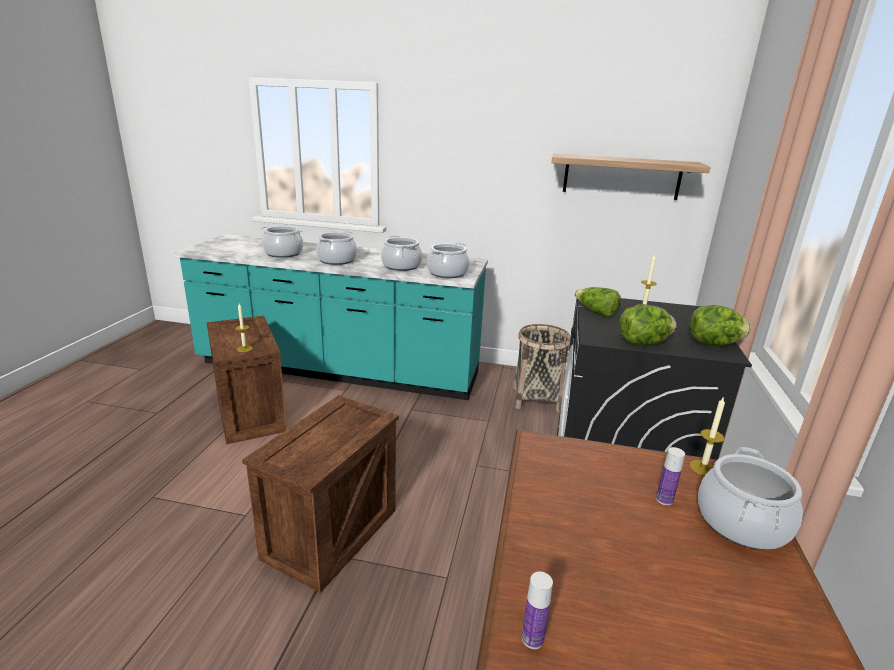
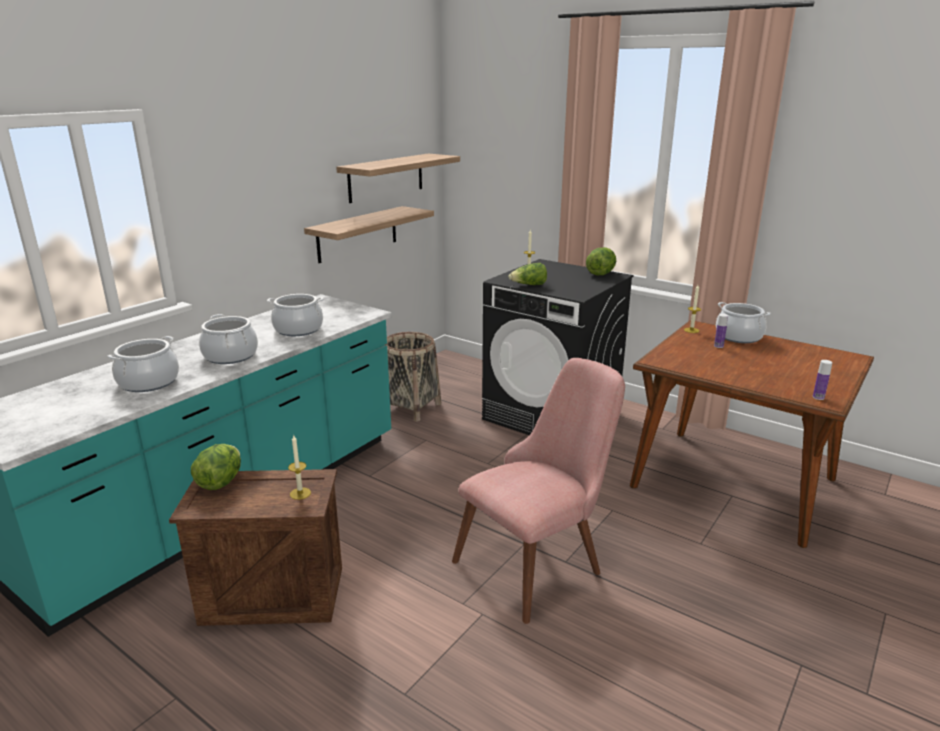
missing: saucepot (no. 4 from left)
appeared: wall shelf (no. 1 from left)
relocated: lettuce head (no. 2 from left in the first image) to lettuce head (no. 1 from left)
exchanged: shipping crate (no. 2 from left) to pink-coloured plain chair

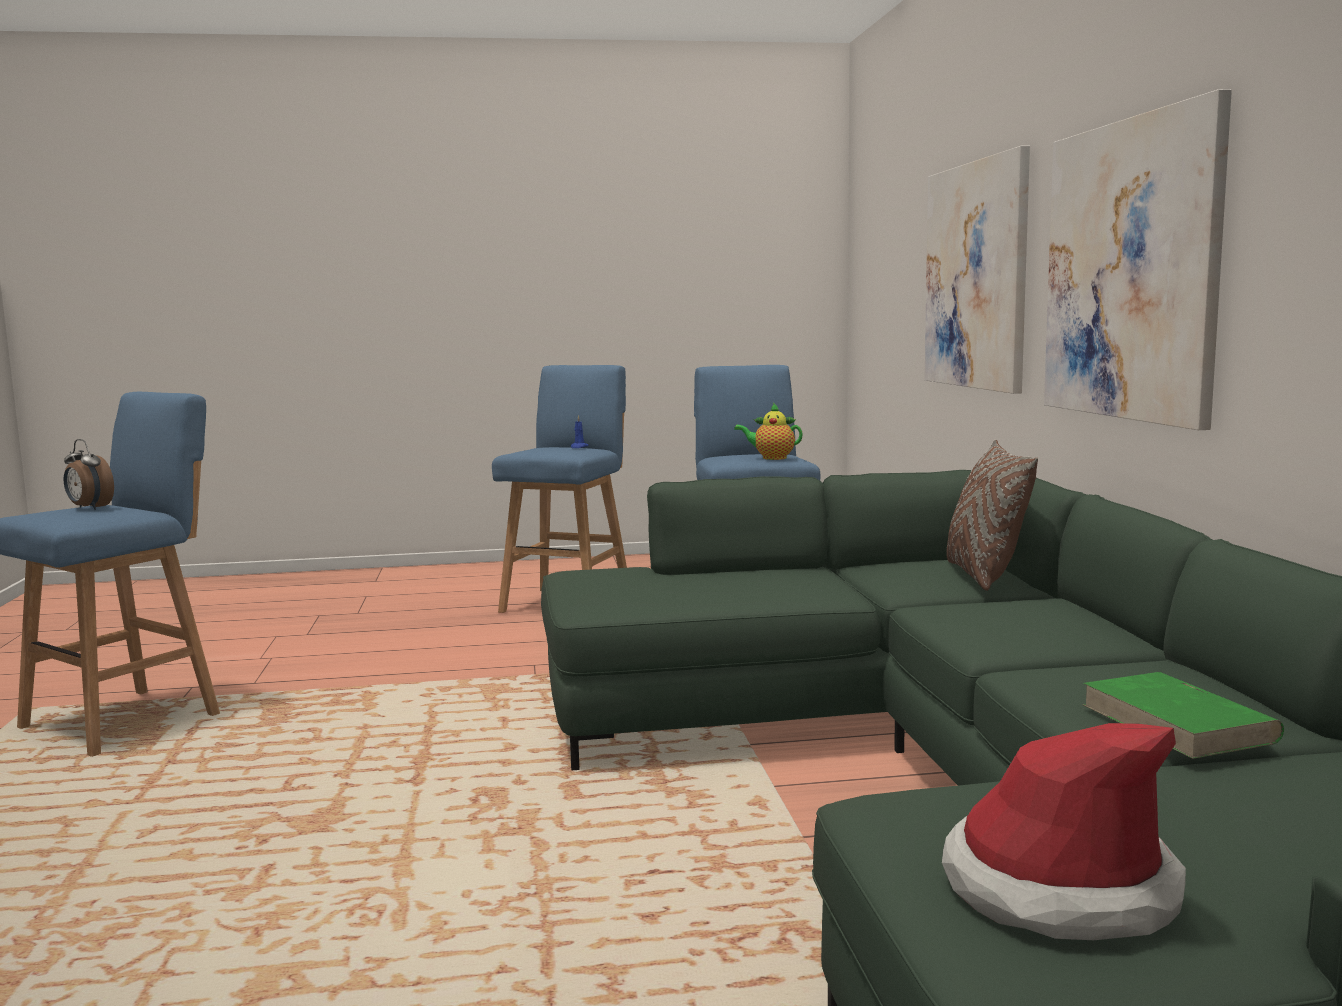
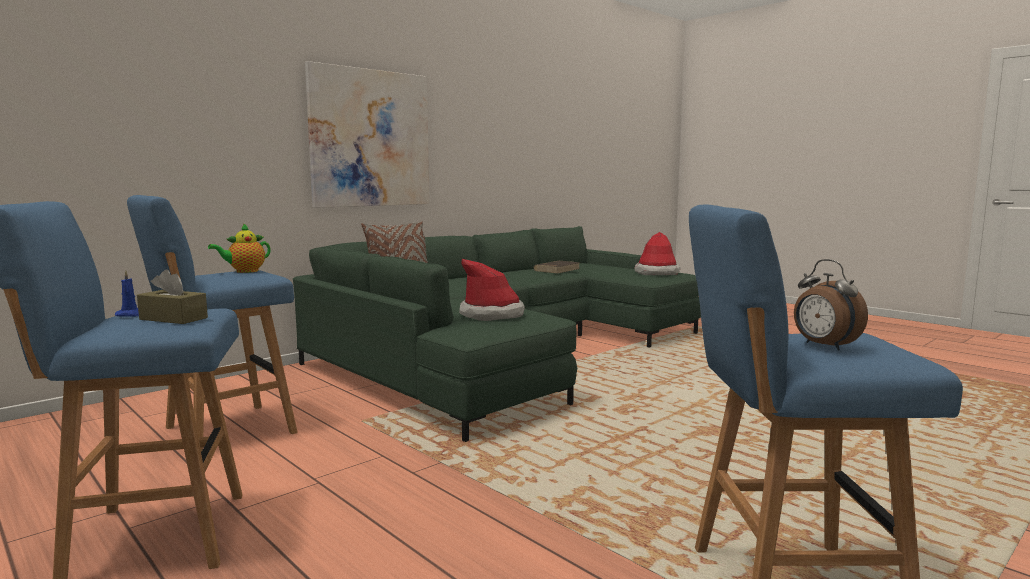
missing: wall picture (no. 1 from left)
appeared: brown-coloured tissue box; hat (no. 1 from left)
colour: greenish volume to brown-coloured volume
spun: tea pot 75 degrees clockwise; table clock 150 degrees clockwise

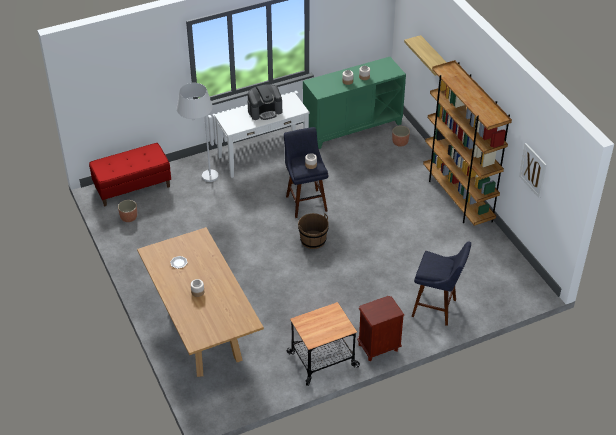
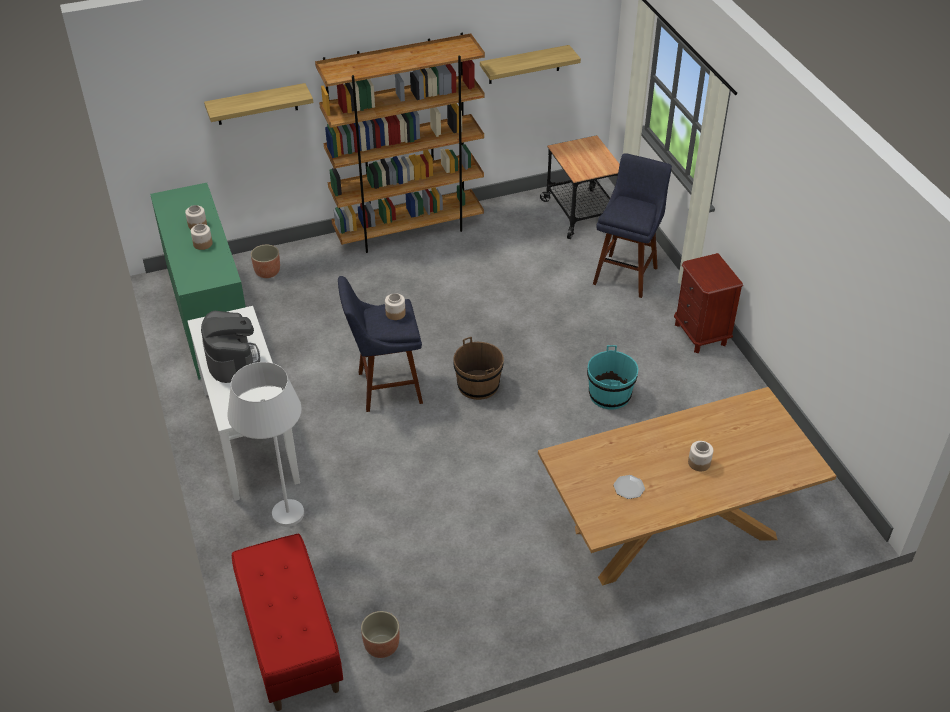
appeared: turquoise-coloured bucket
relocated: trolley
exchanged: wall picture to wall shelf (no. 2 from left)

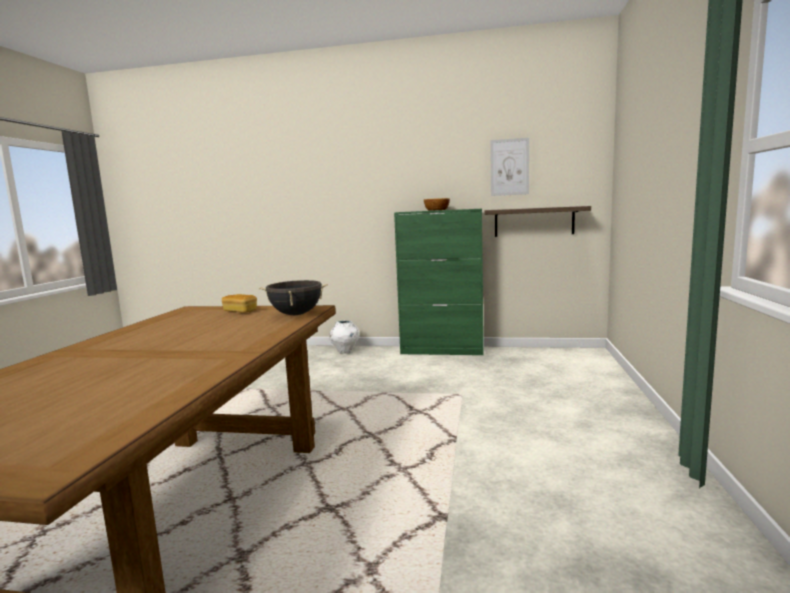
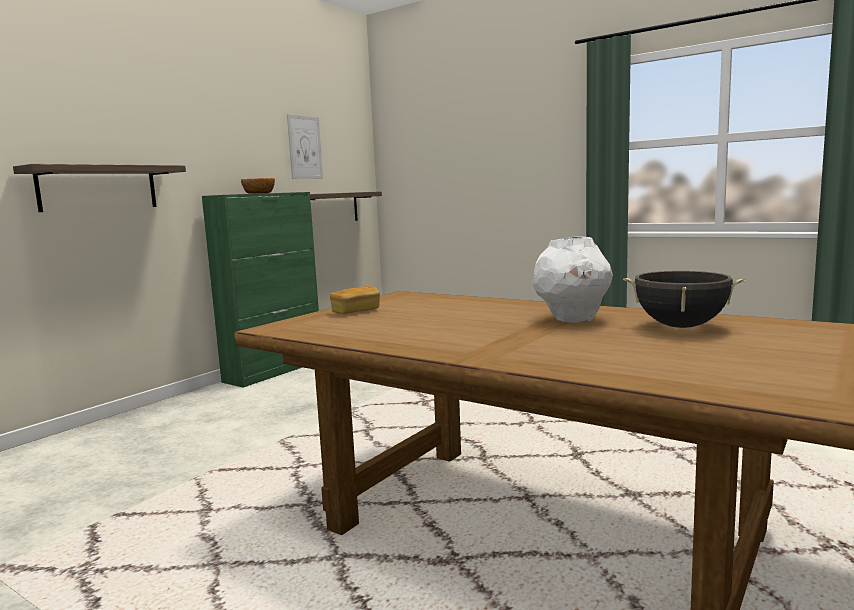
appeared: wall shelf (no. 1 from left)
relocated: whitish decorative vase; black-coloured saucepot

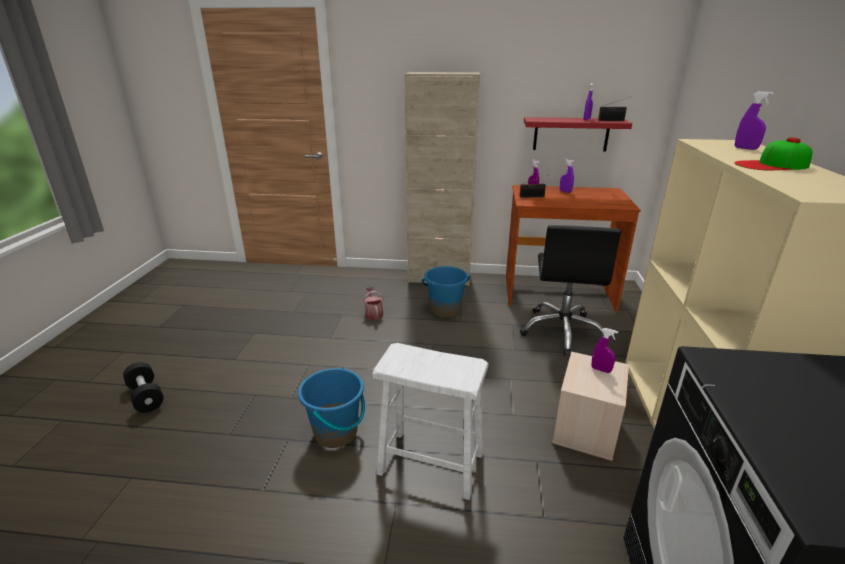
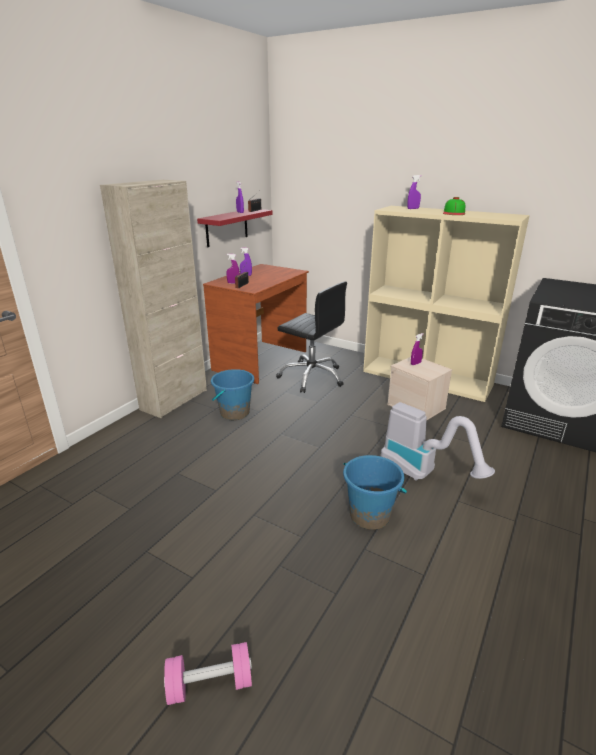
missing: watering pot
exchanged: whitish sitting stool to hoover
colour: black-coloured free weight to pink-coloured free weight

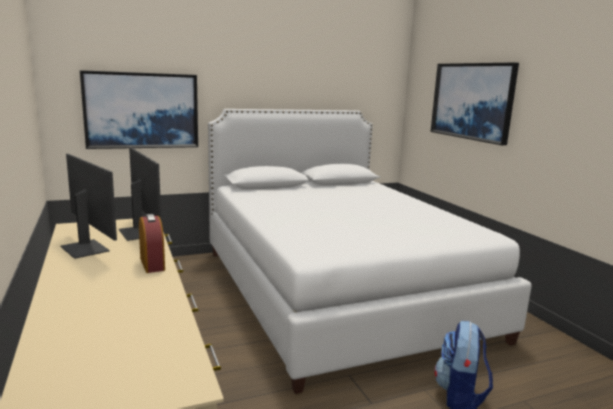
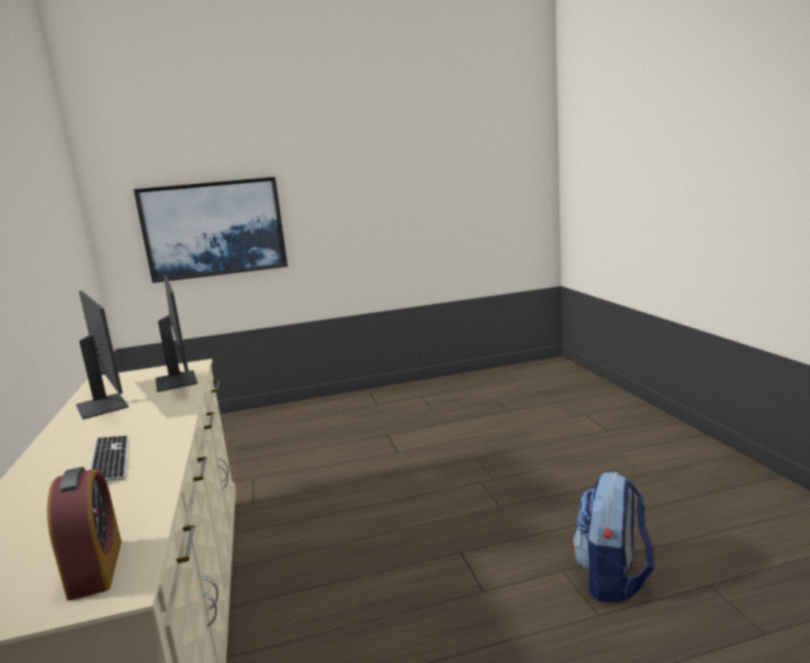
missing: whitish bed; wall picture (no. 2 from left)
appeared: keyboard
relocated: table clock

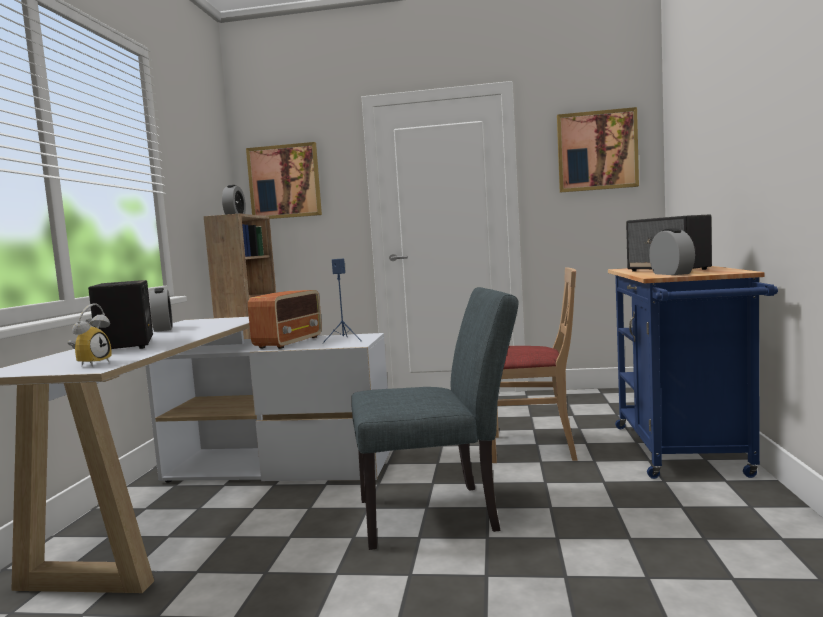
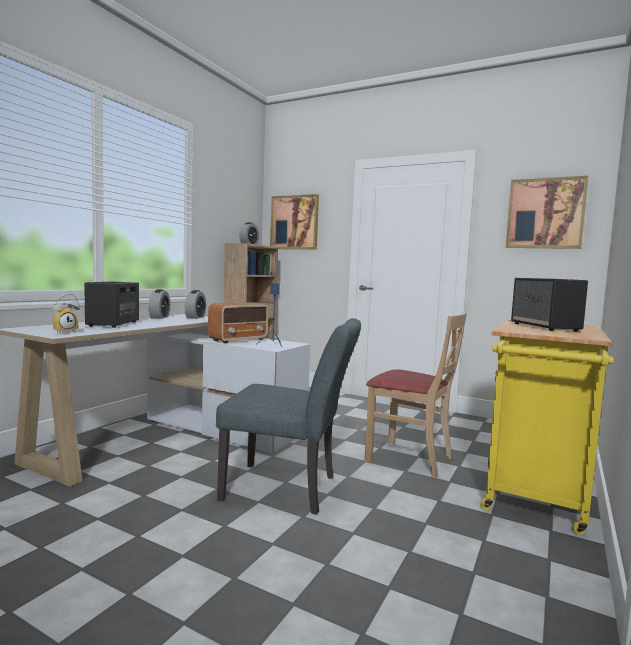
relocated: table clock (no. 4 from left in the first image) to table clock (no. 3 from left)
colour: bluish trolley to yellowish trolley

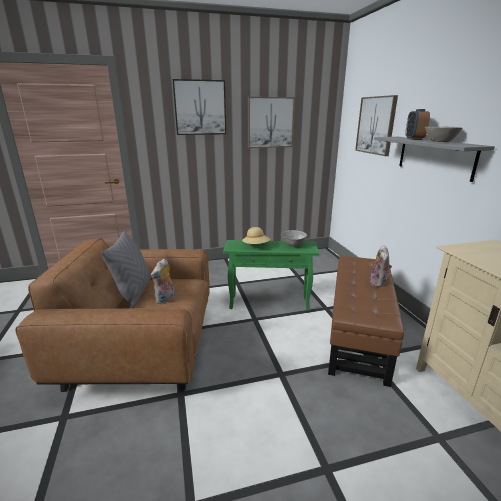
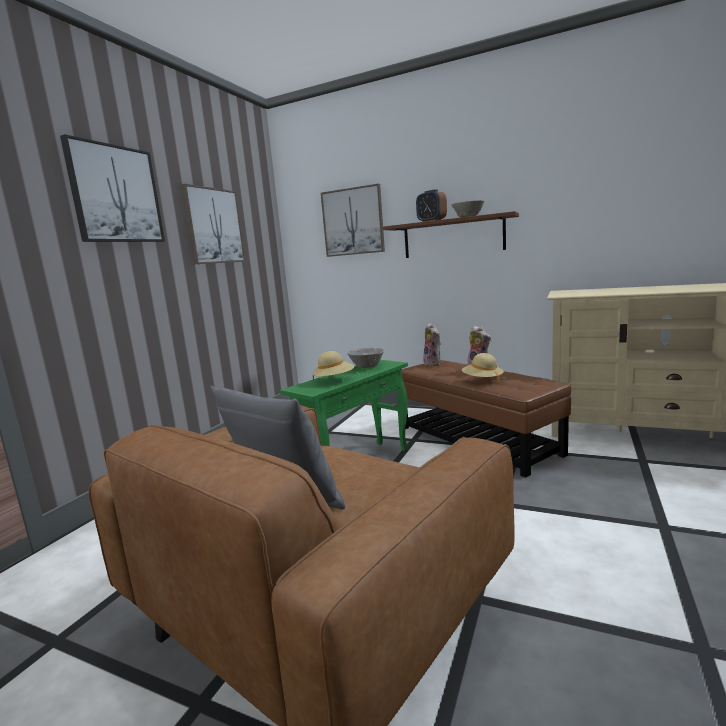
appeared: beige hat (no. 2 from left)
relocated: soft toy (no. 1 from left)
colour: grey wall shelf to brown-coloured wall shelf

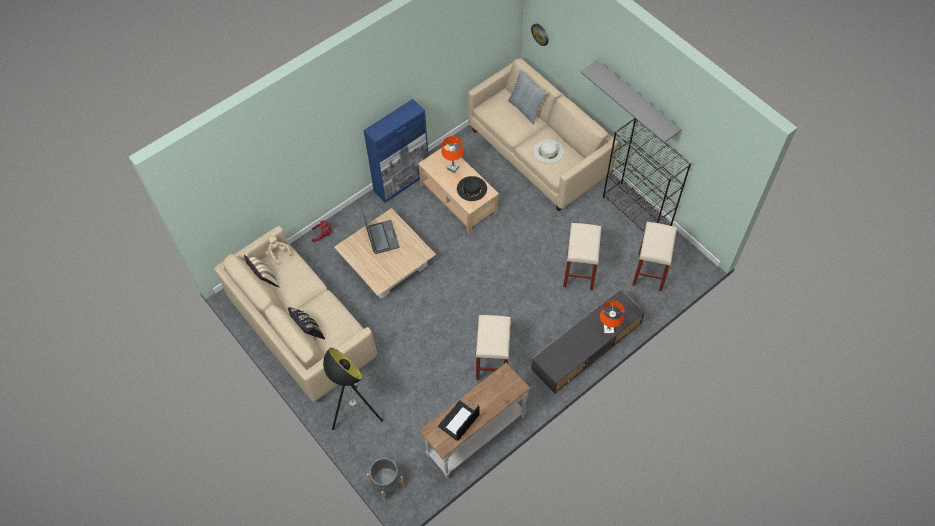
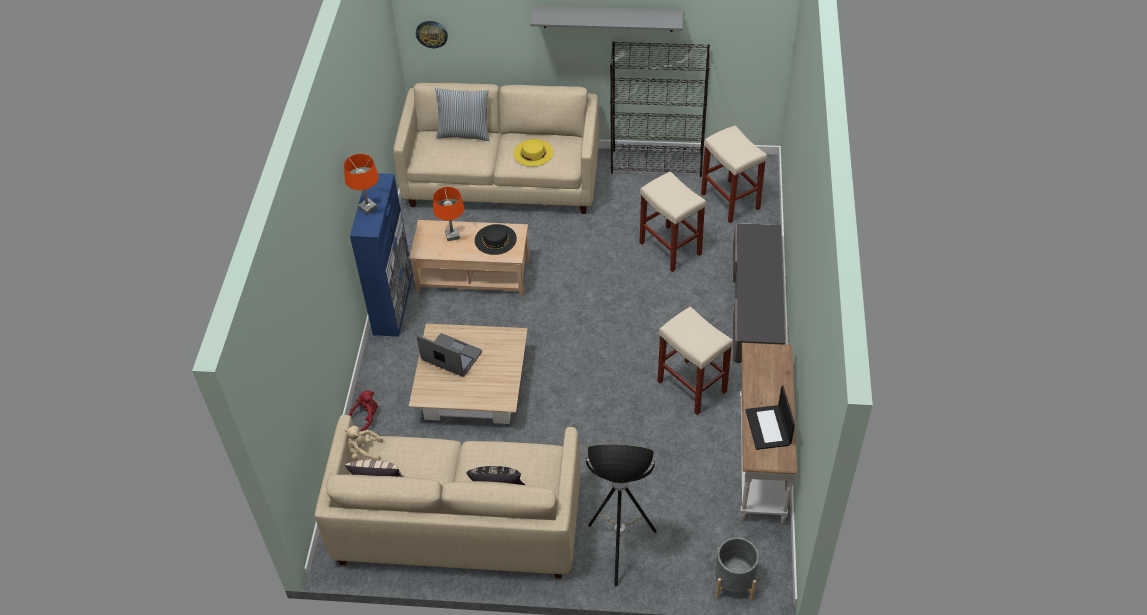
relocated: orange lamp for a table (no. 2 from left in the first image) to orange lamp for a table (no. 1 from left)
colour: whitish hat to yellowish hat

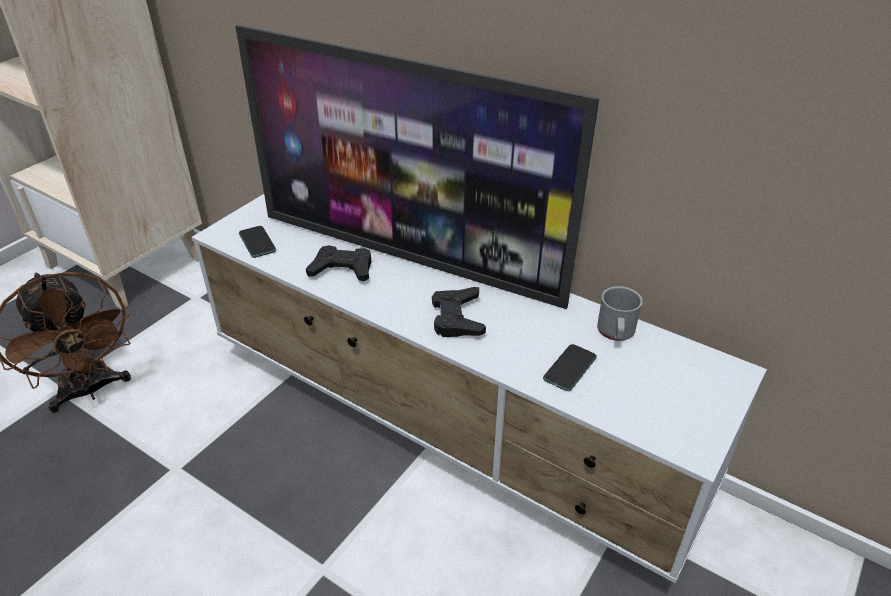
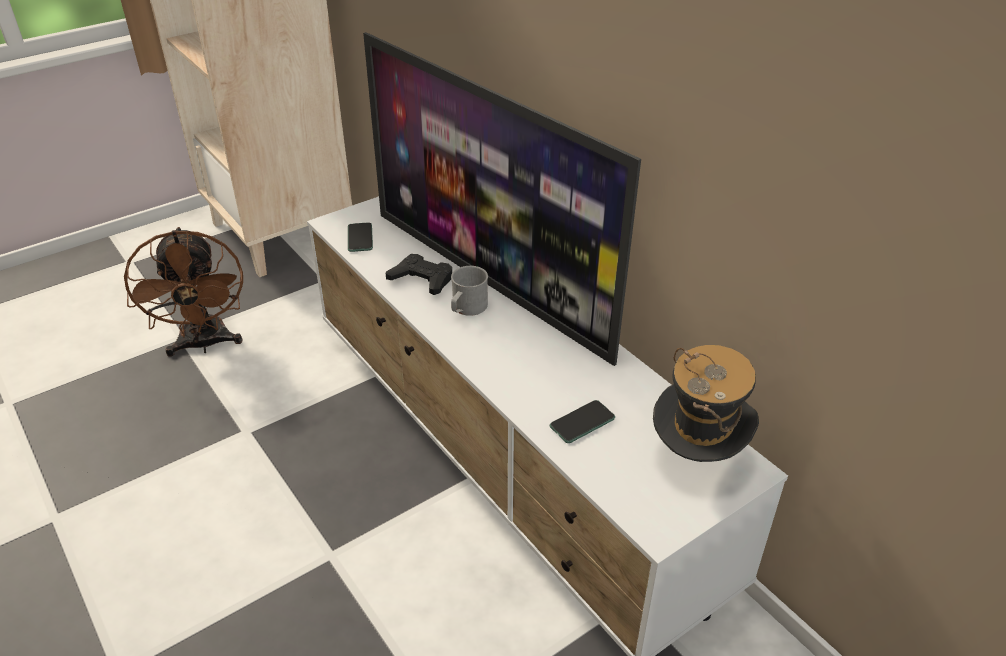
missing: black-coloured gamepad (no. 2 from left)
appeared: hat
relocated: grey coffee mug

